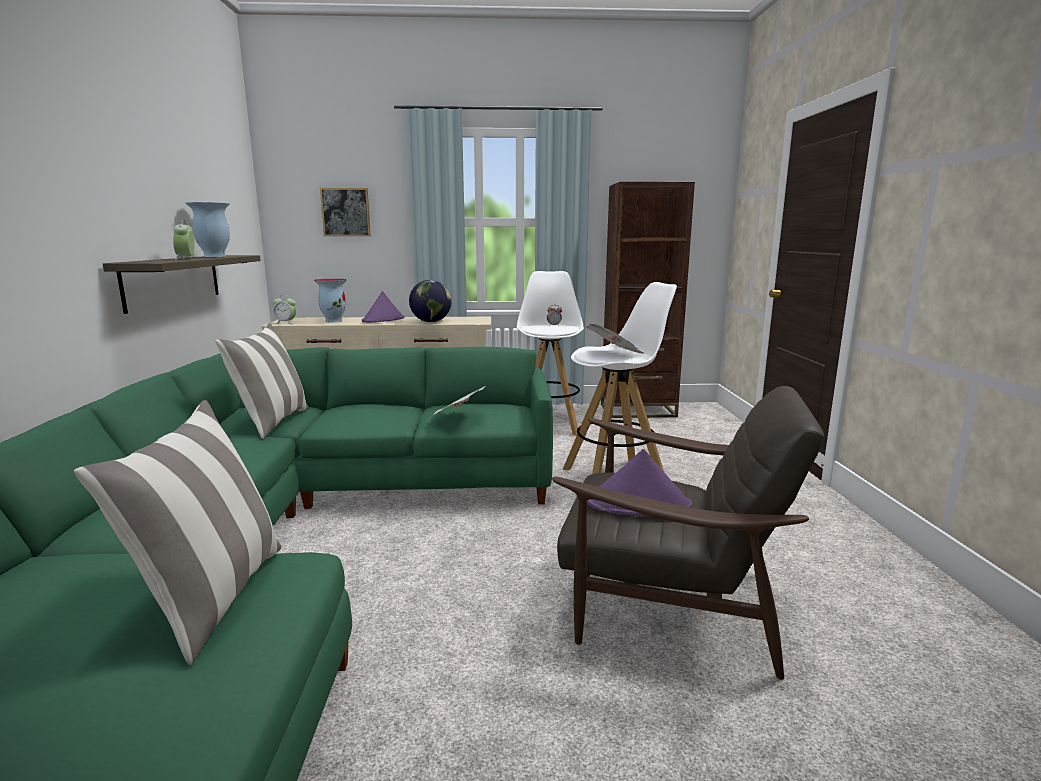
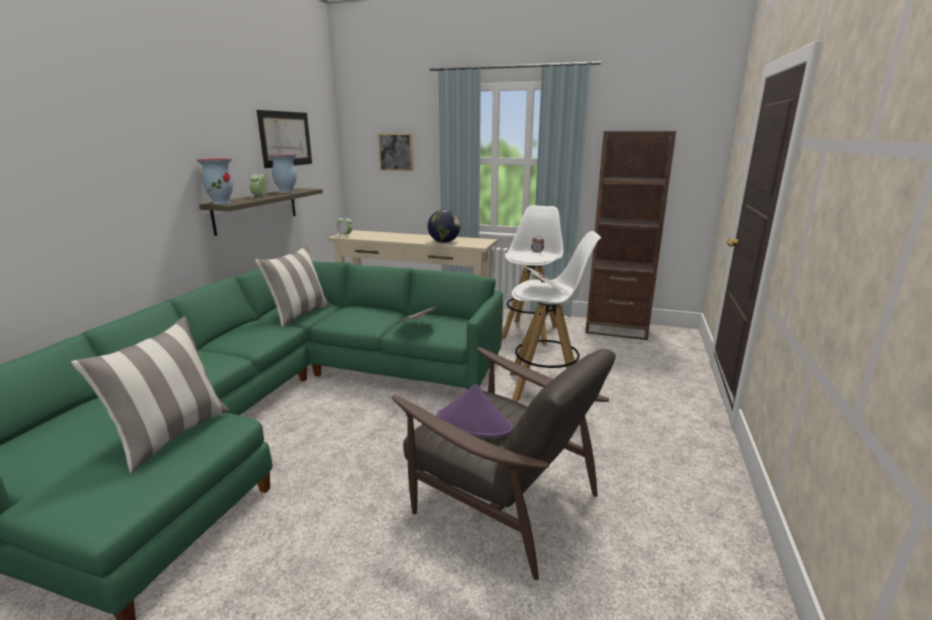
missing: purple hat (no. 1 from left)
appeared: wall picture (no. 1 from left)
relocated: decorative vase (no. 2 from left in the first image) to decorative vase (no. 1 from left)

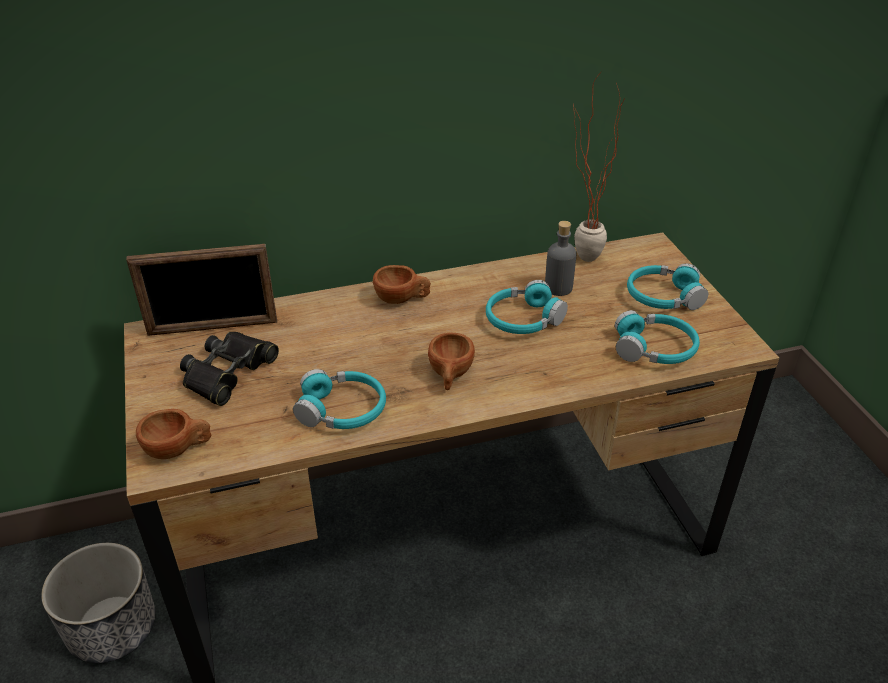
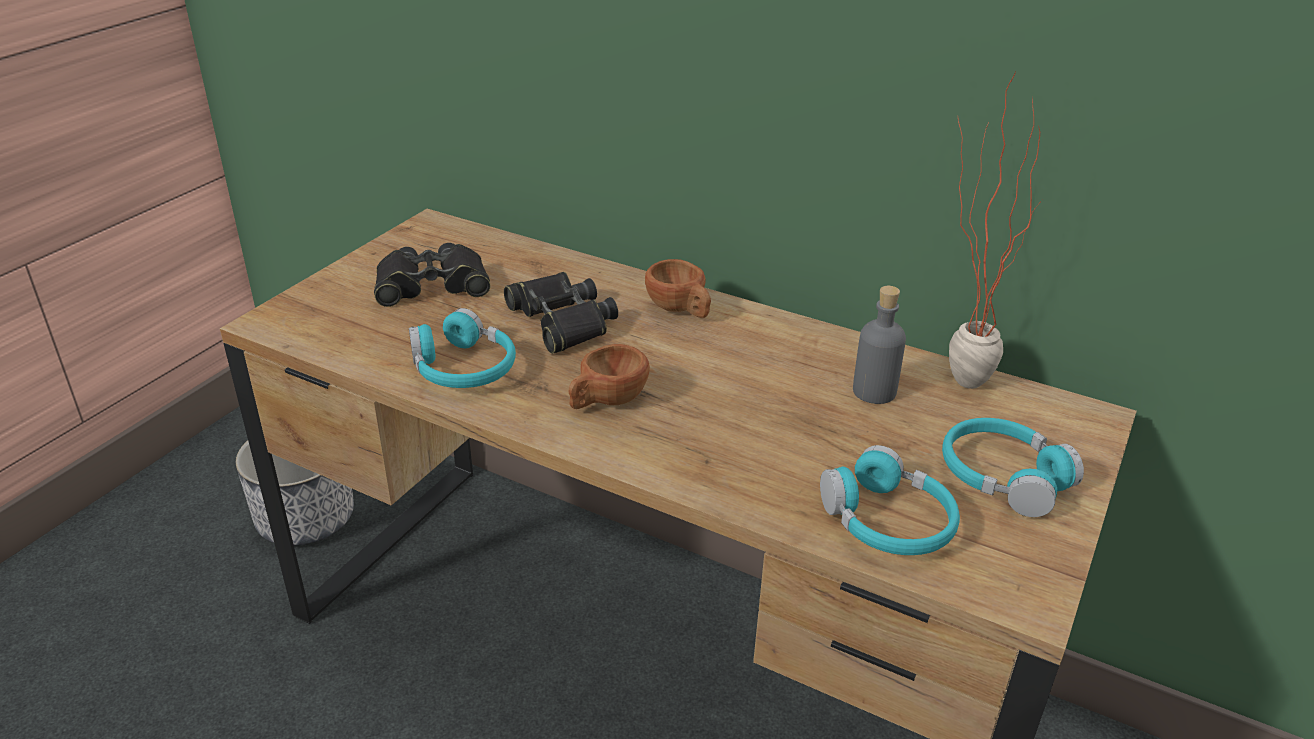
missing: picture frame; brown-coloured drinking cup (no. 1 from left); turquoise-coloured headphones (no. 2 from left)
appeared: black-coloured binoculars (no. 2 from left)

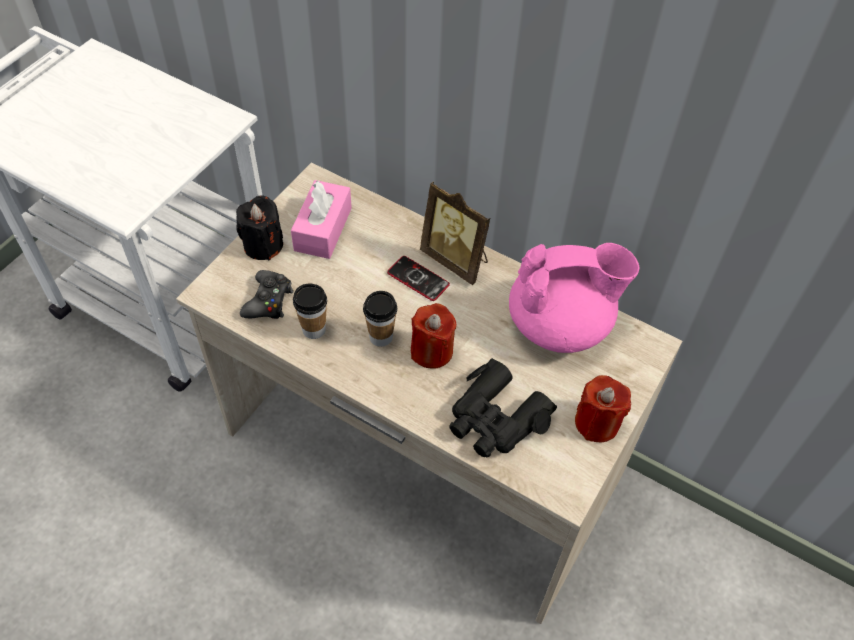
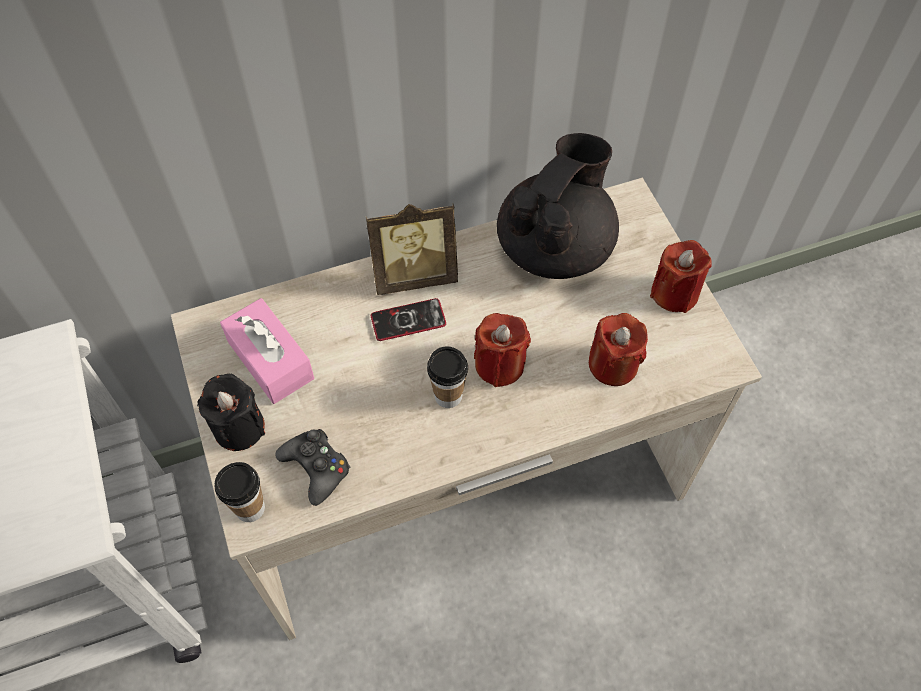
relocated: drinking cup (no. 1 from left)
exchanged: black-coloured binoculars to red wax candle (no. 2 from left)
colour: pink-coloured tea pot to black-coloured tea pot

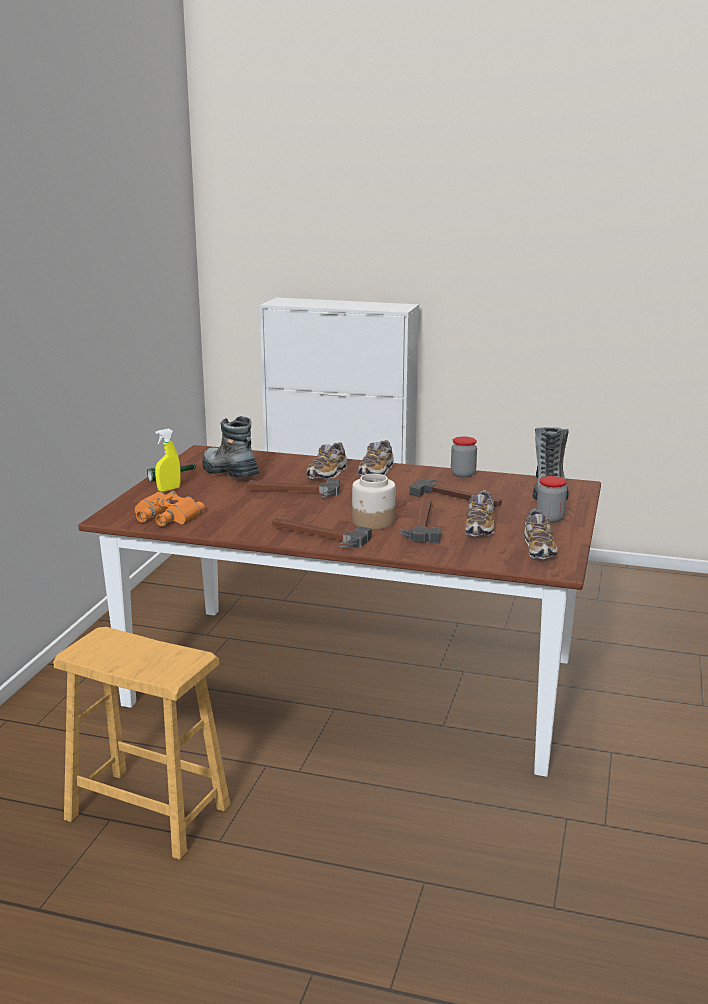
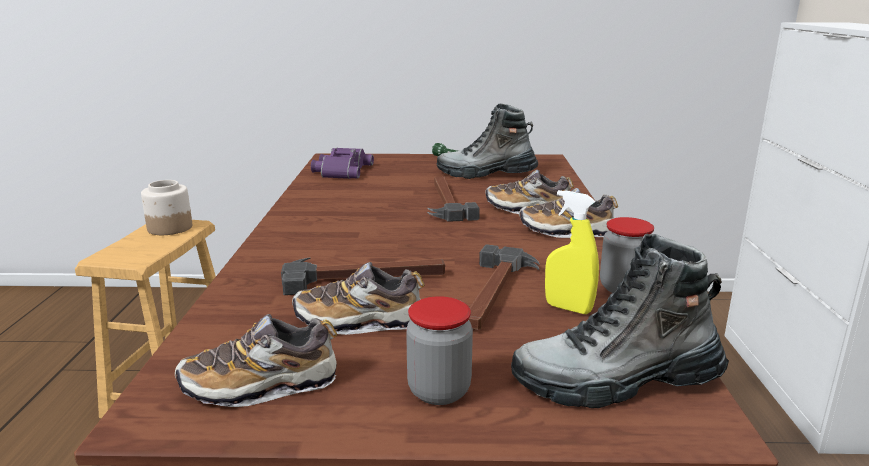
missing: hammer (no. 2 from left)
relocated: jar (no. 1 from left); yellowish hand sprayer
colour: orange binoculars to purple binoculars
spun: high-top boot (no. 1 from left) 120 degrees counterclockwise

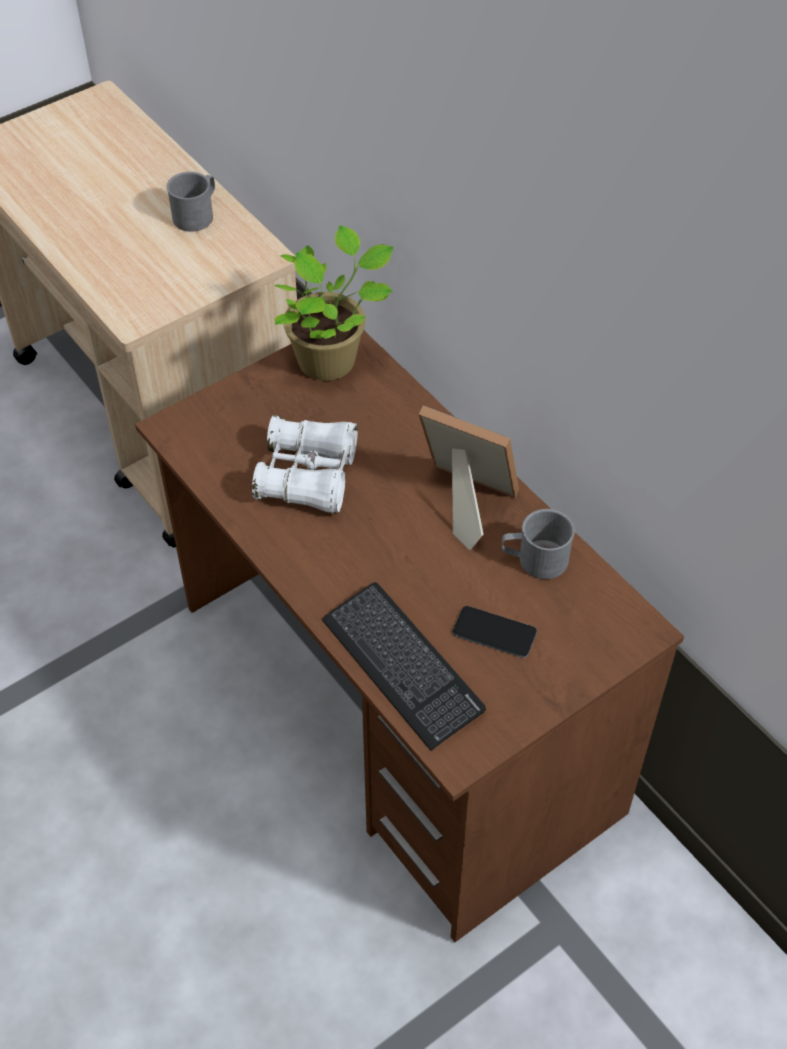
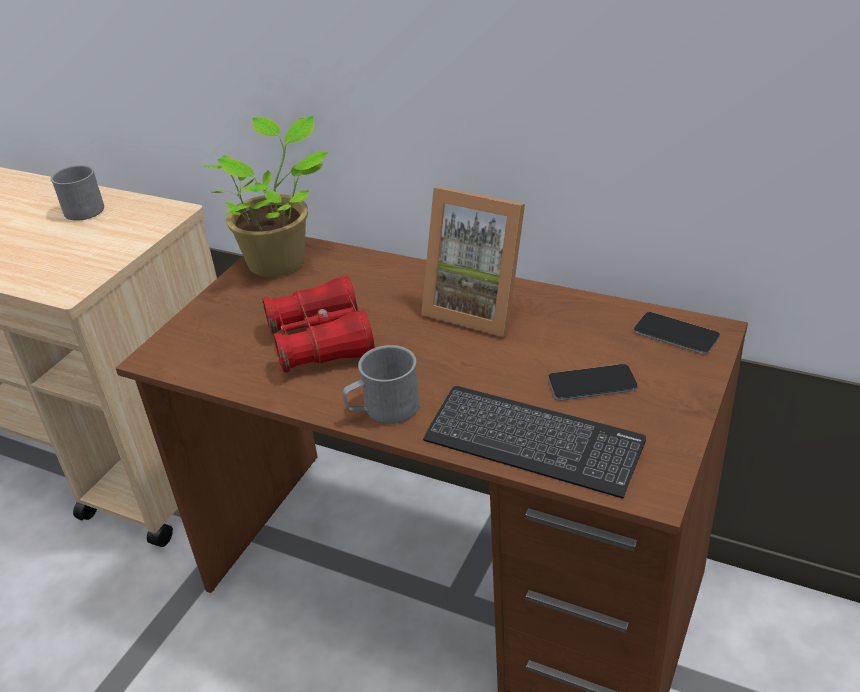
appeared: phone (no. 2 from left)
relocated: grey coffee mug (no. 2 from left)
colour: whitish binoculars to red binoculars
spun: picture frame 150 degrees counterclockwise

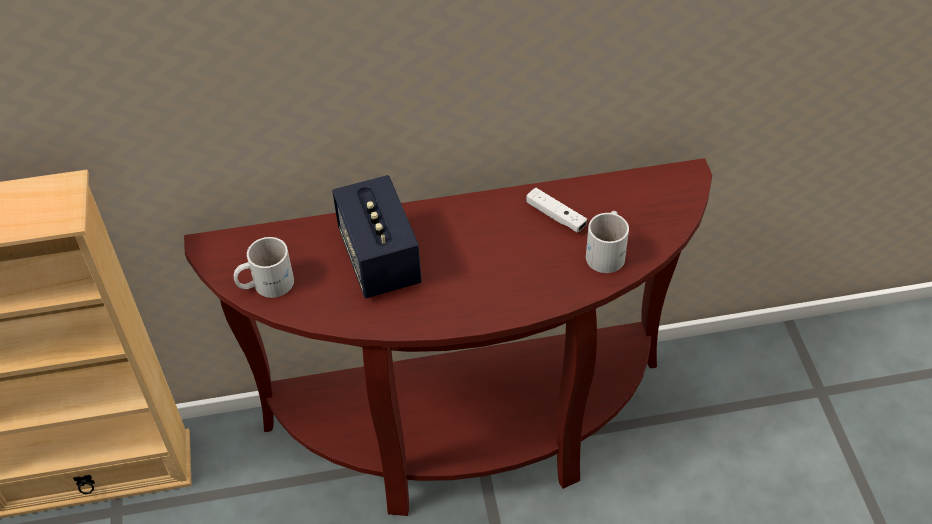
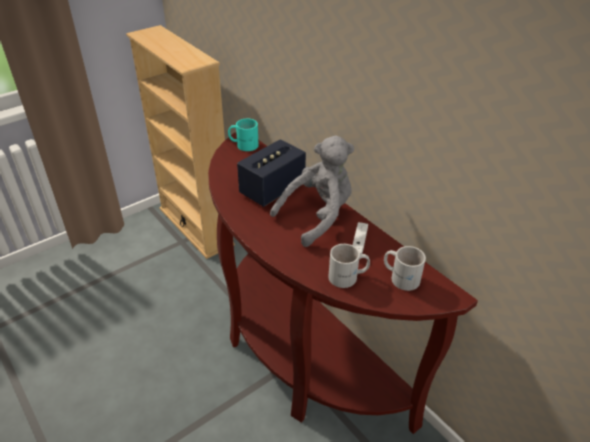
appeared: turquoise-coloured coffee mug; grey soft toy
relocated: whitish coffee mug (no. 1 from left in the first image) to whitish coffee mug (no. 2 from left)

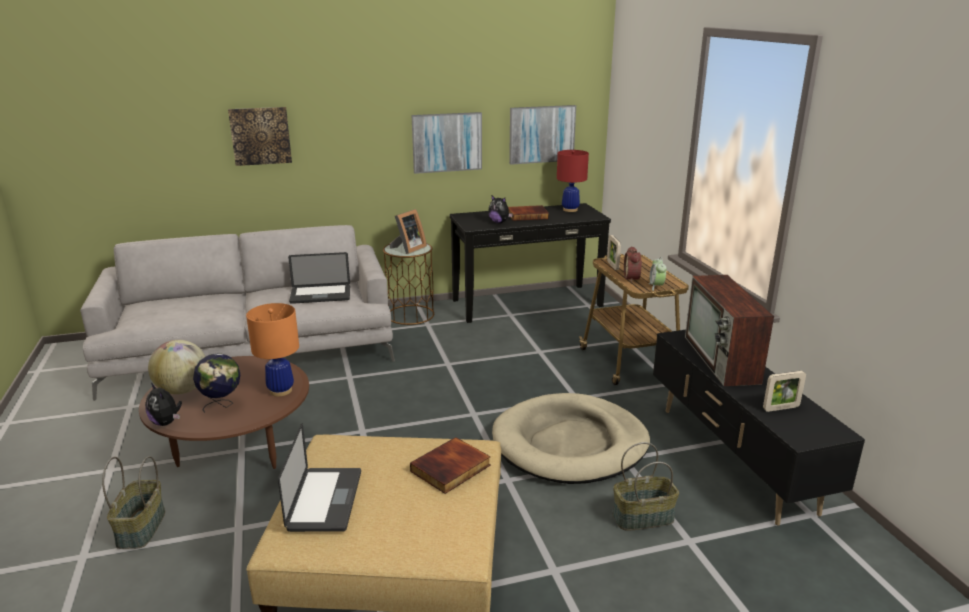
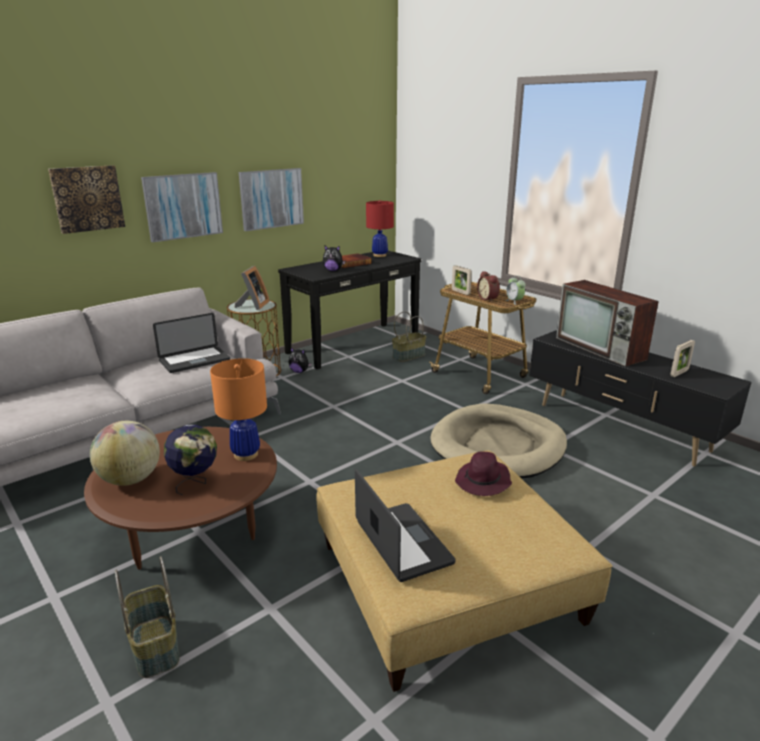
relocated: wall picture (no. 3 from left in the first image) to wall picture (no. 2 from left); soft toy (no. 1 from left); household basket (no. 2 from left)
exchanged: volume (no. 1 from left) to purple hat

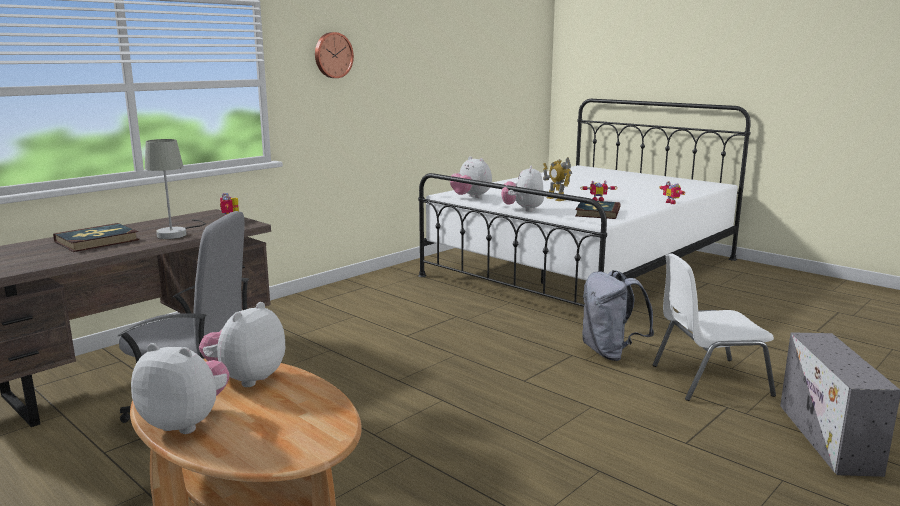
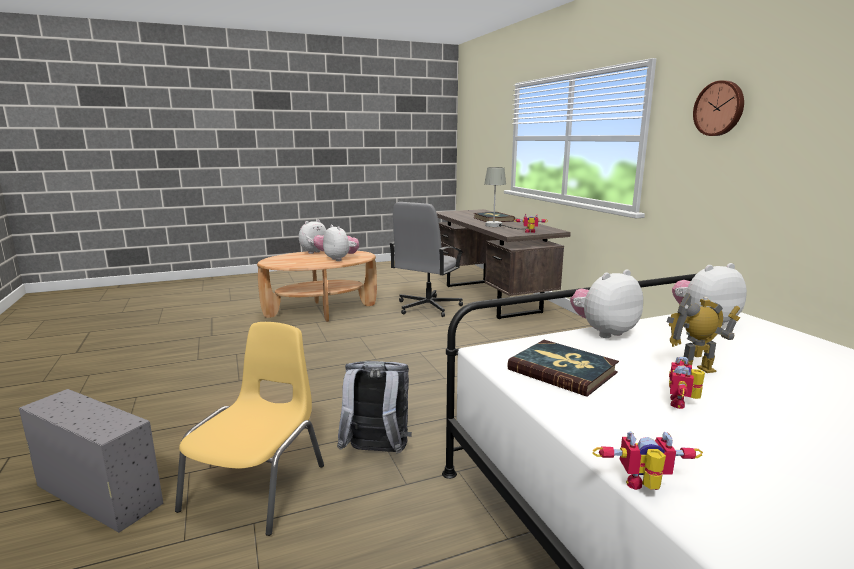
colour: whitish plain chair to yellowish plain chair
spun: soft toy (no. 4 from left in the first image) 60 degrees counterclockwise

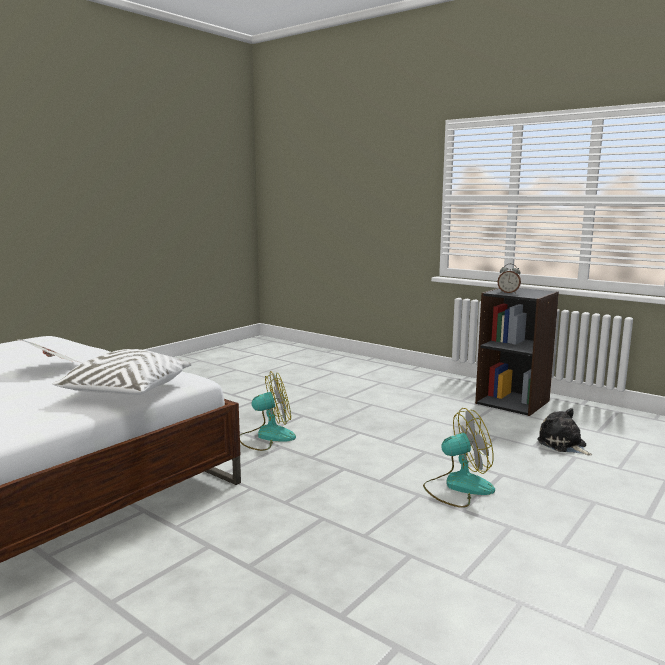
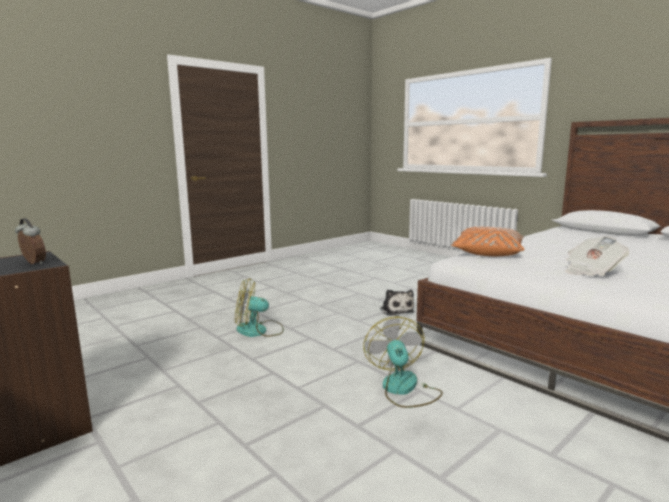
relocated: soft toy
colour: whitish cushion to orange cushion
spun: electric fan (no. 1 from left in the first image) 90 degrees clockwise

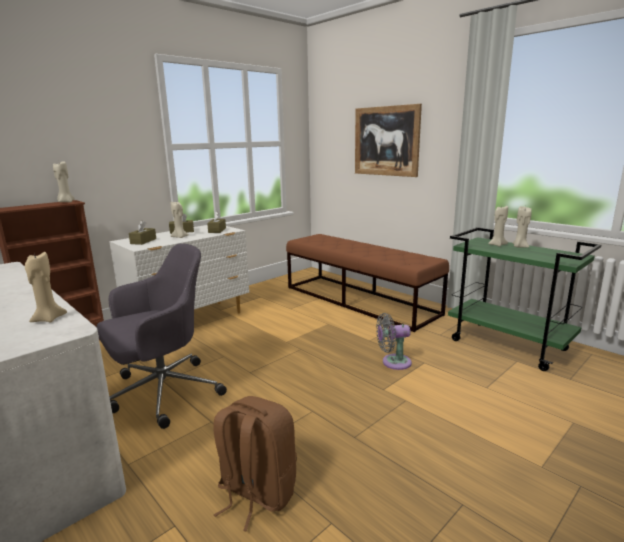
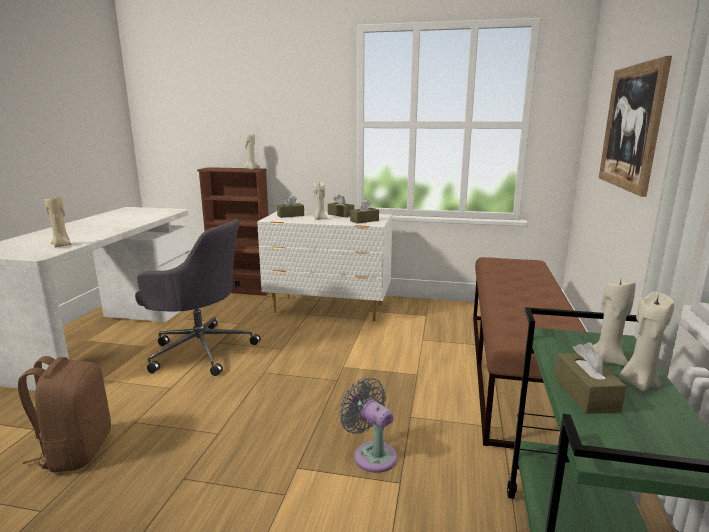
appeared: brown-coloured tissue box (no. 4 from left)

